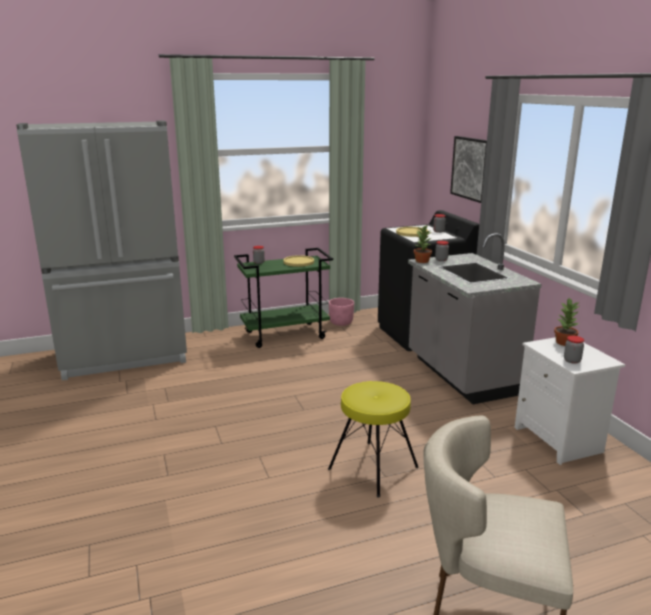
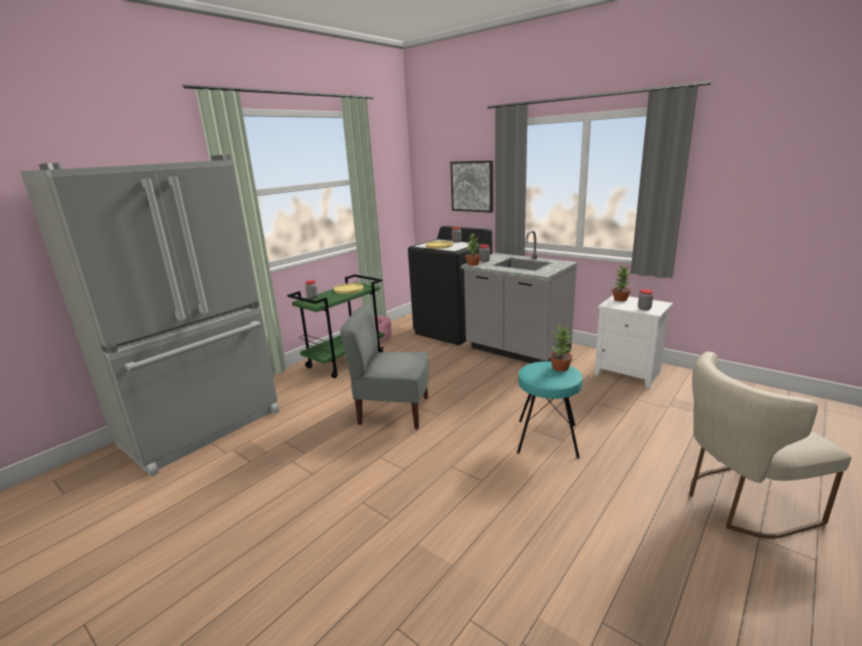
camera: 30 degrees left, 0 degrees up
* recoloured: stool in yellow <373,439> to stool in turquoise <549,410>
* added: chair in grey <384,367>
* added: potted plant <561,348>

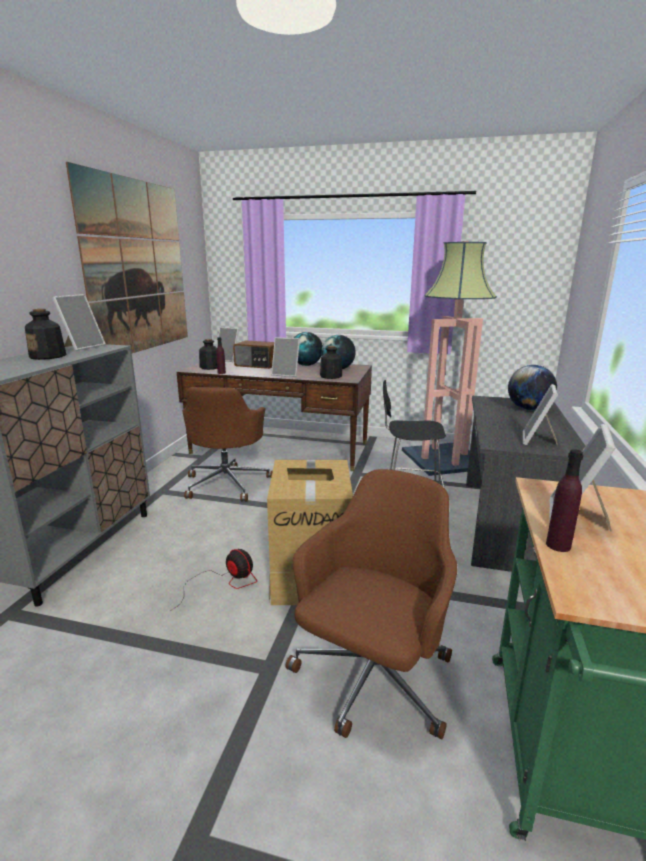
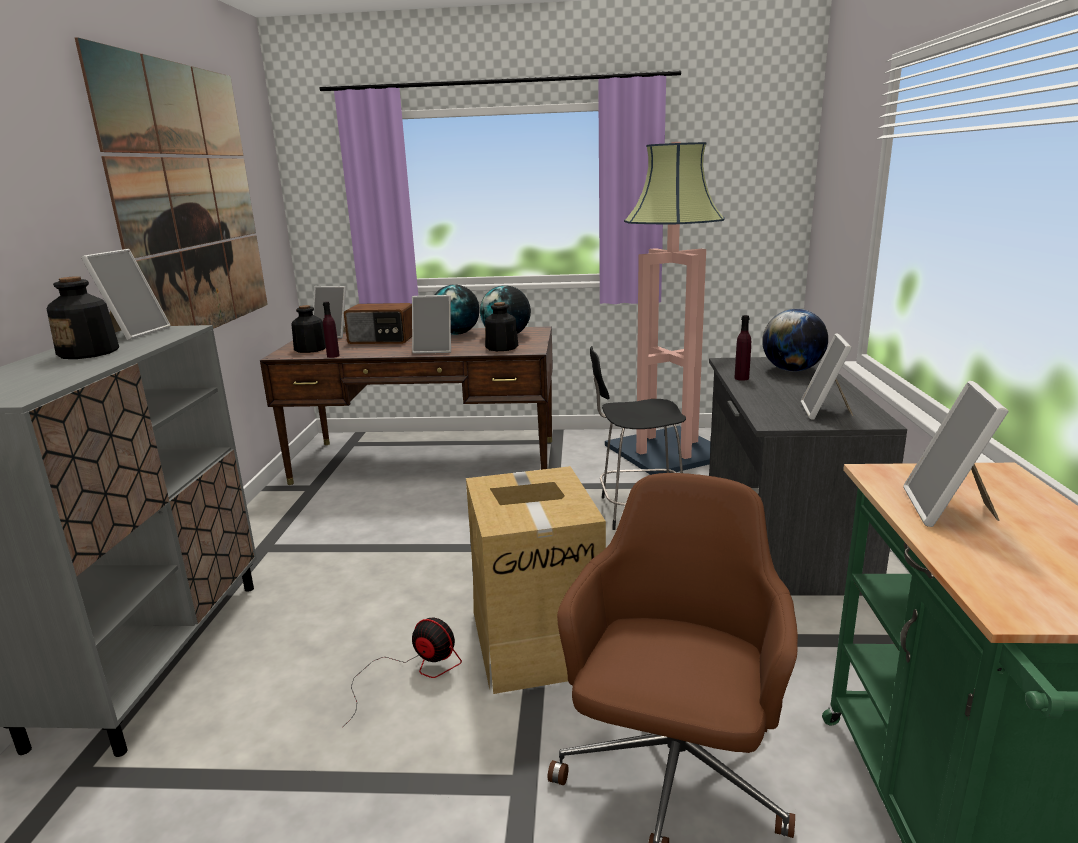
camera: 10 degrees left, 0 degrees up
* removed: office chair in brown <228,444>
* moved: bottle in purple <564,500> to <742,348>

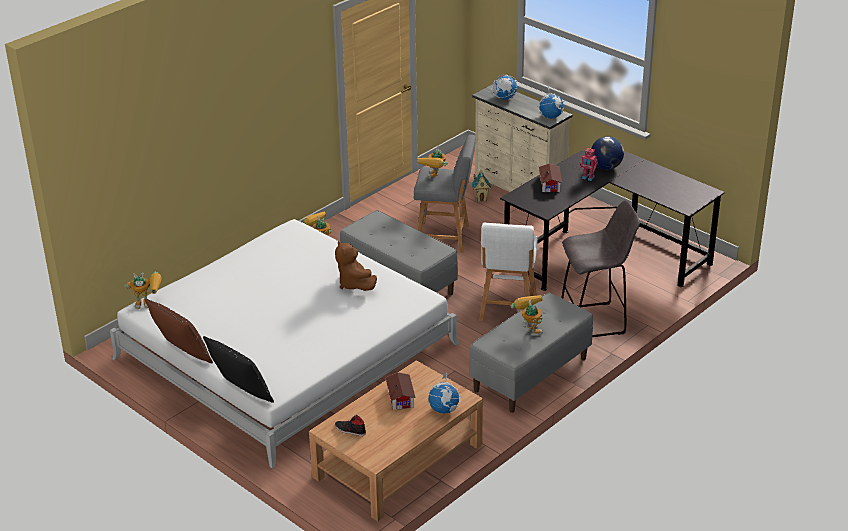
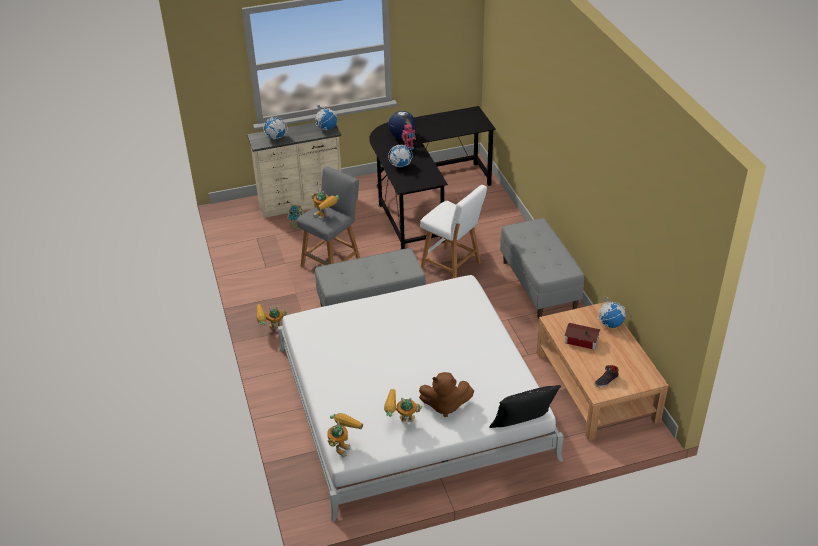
camera: 60 degrees left, 5 degrees up
* removed: pillow in brown <179,330>
* moved: plush toy in brown <356,265> to <446,394>
* moved: toy robot <527,314> to <403,405>
* replaced: toy house <550,177> to globe <400,156>
* removed: stool in grey <600,268>

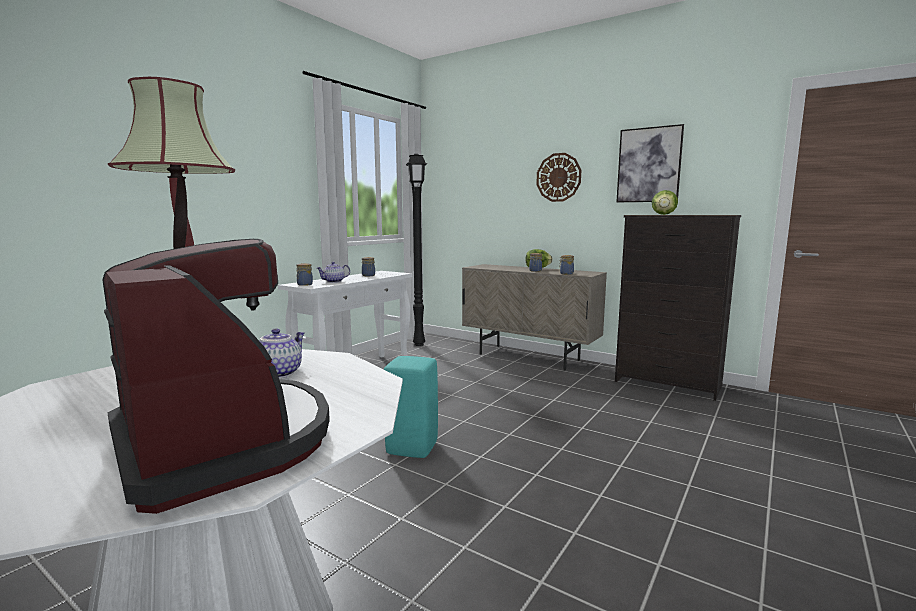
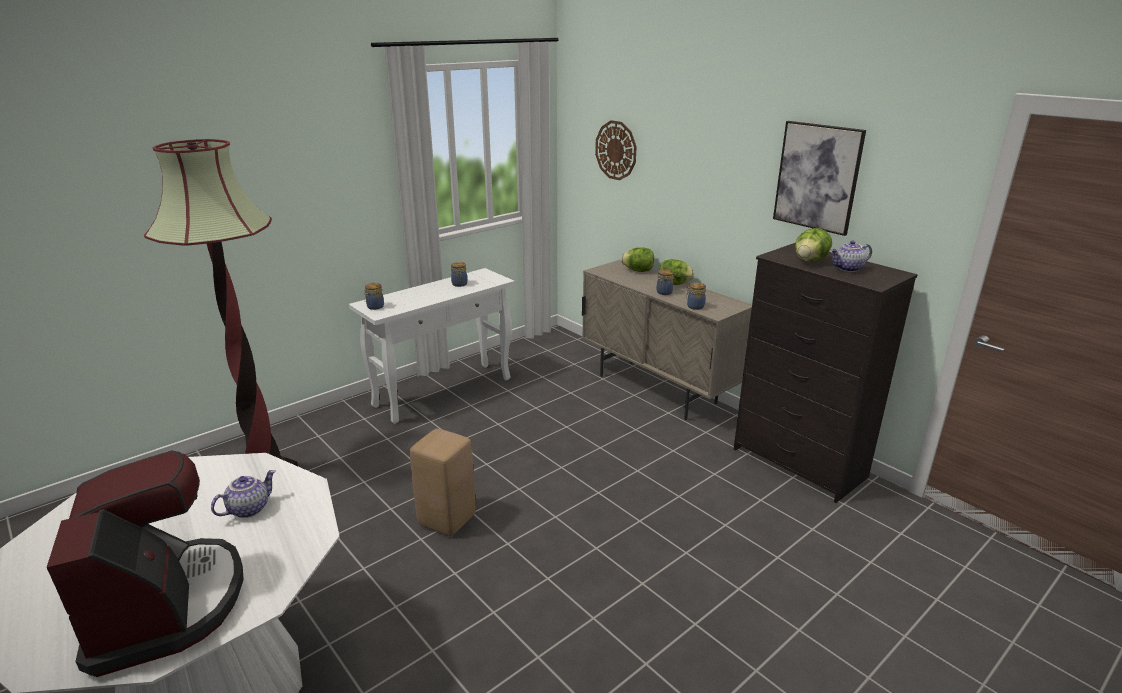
camera: 15 degrees right, 15 degrees up
* moved: teapot <333,272> to <851,256>
* recoloured: stool in turquoise <411,407> to stool in beige <443,482>
* removed: floor lamp in black <416,250>
* moved: wall clock <558,177> to <616,150>
* added: lettuce <637,259>

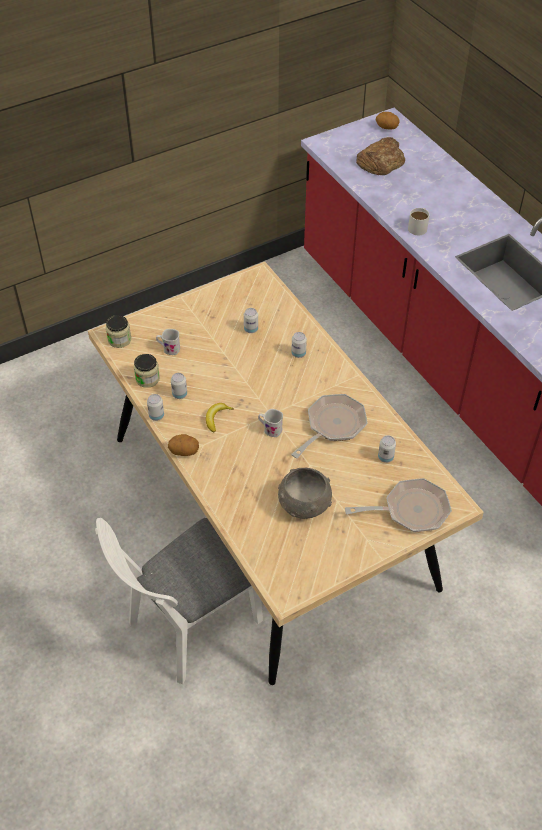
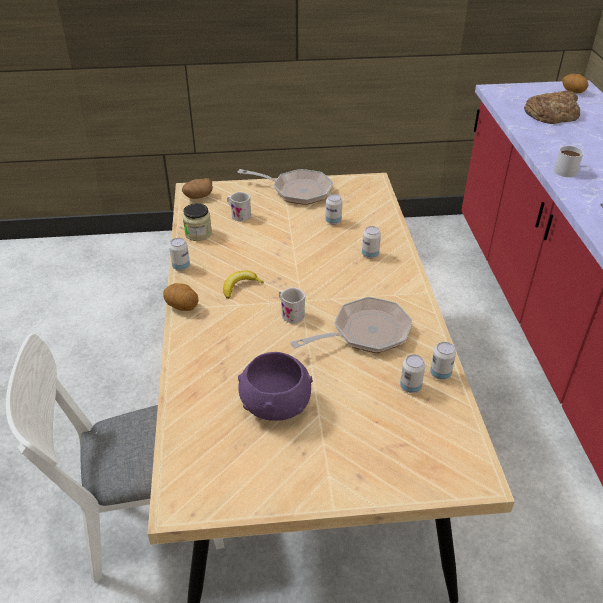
camera: 25 degrees right, 10 degrees down
* replaced: jar <118,331> to potato <197,188>
* moved: can <179,386> to <443,361>
* recoloured: bowl in grey <305,493> to bowl in purple <275,386>
* moved: frying pan <398,505> to <285,187>

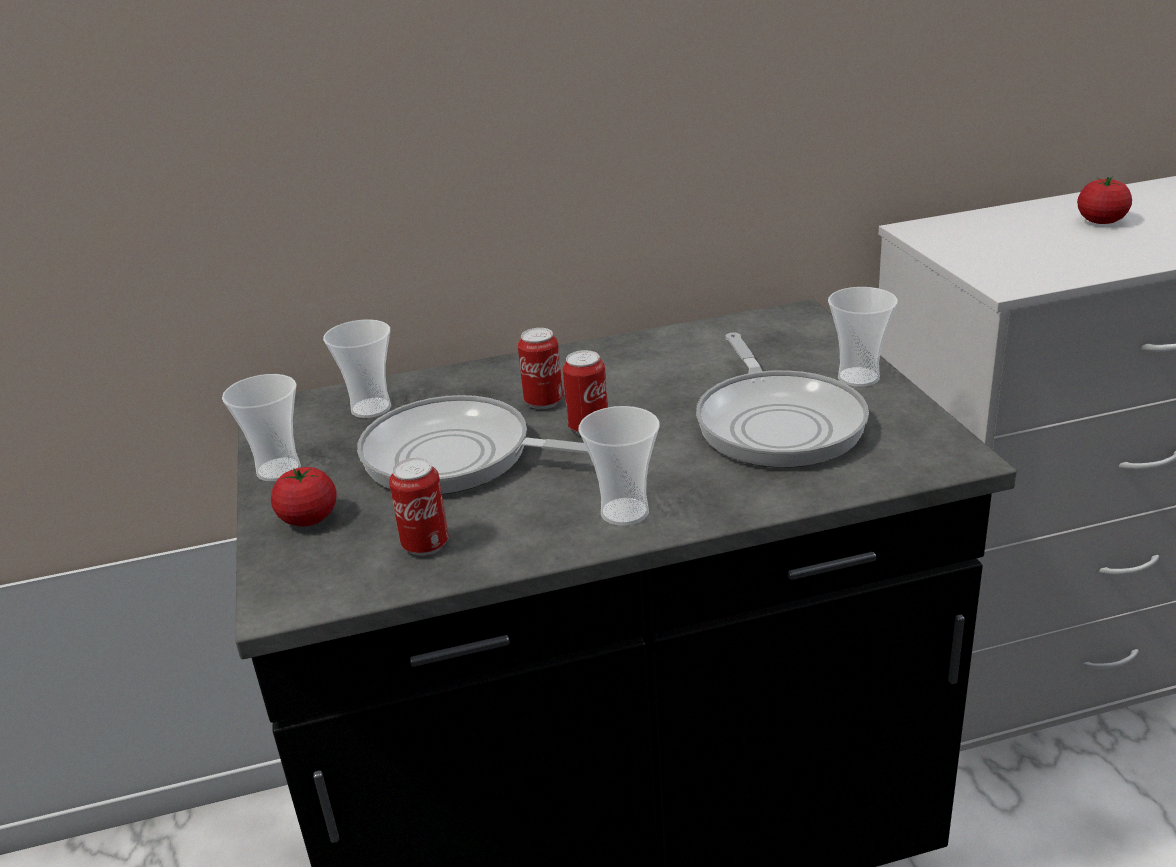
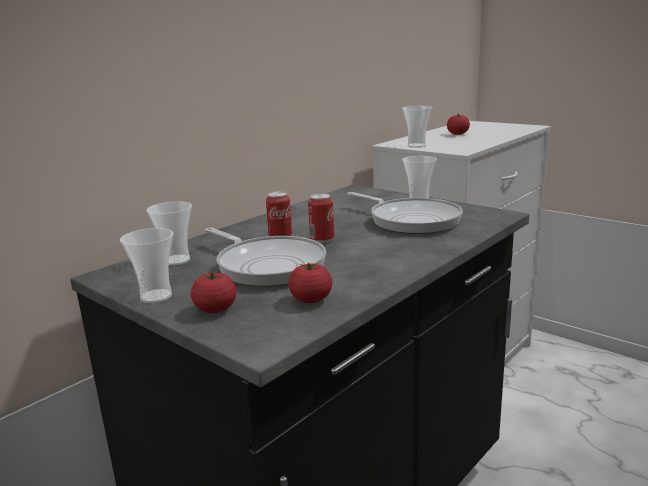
camera: 35 degrees left, 10 degrees down
* turned: frying pan <473,444> = <265,257> 120 degrees counterclockwise
* replaced: can <419,507> to tomato <310,283>
* moved: cup <619,466> to <417,127>

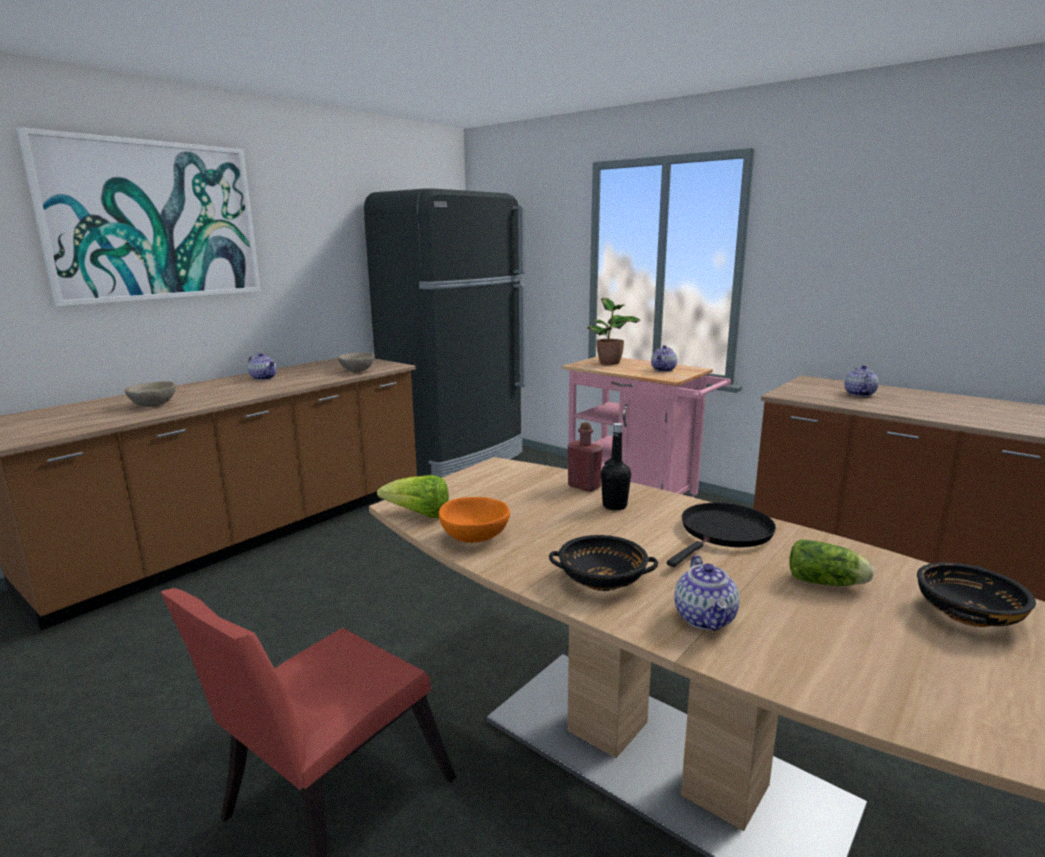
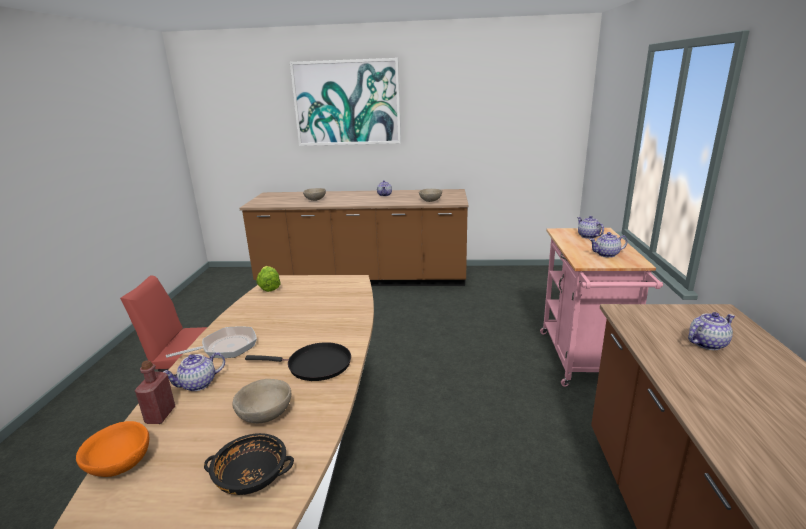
camera: 55 degrees right, 5 degrees up
* removed: fridge in black <445,332>
* moved: bowl in orange <474,520> to <112,449>
* replaced: bowl in black <603,563> to frying pan <211,342>
* moved: bottle in red <585,457> to <155,392>
* replaced: potted plant <613,331> to teapot <590,227>
* removed: bottle in black <616,466>
* replaced: lettuce <831,562> to bowl in beige <261,401>

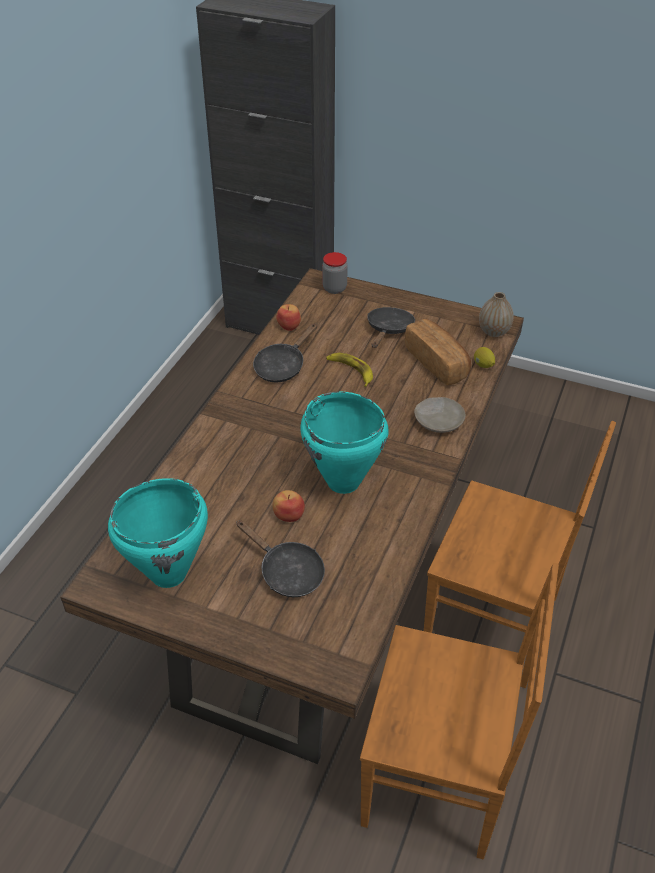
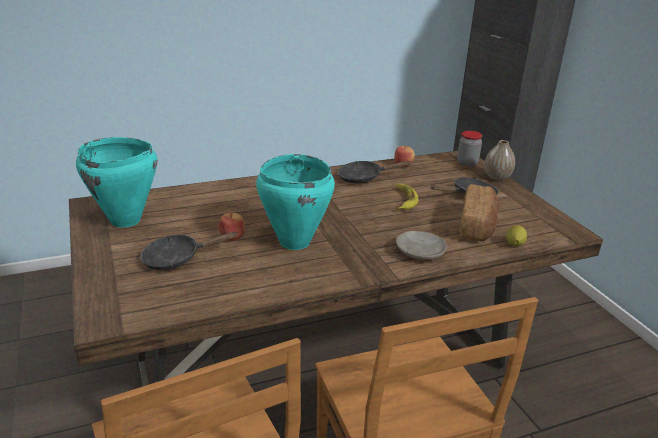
camera: 45 degrees right, 15 degrees down
* turned: frying pan in black <280,558> = <189,251> 75 degrees clockwise
* moved: vase <496,314> to <500,160>

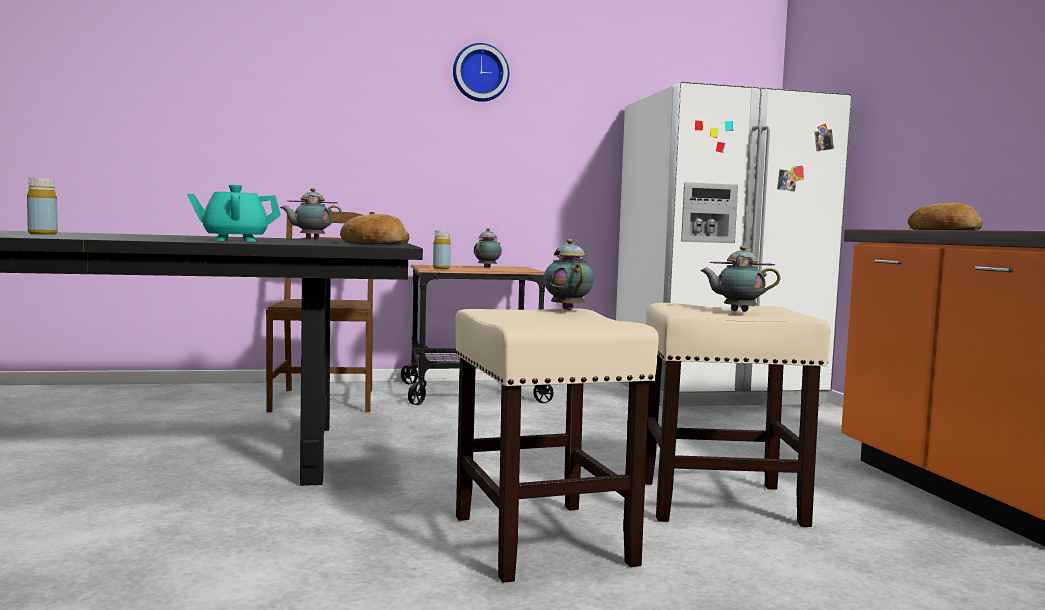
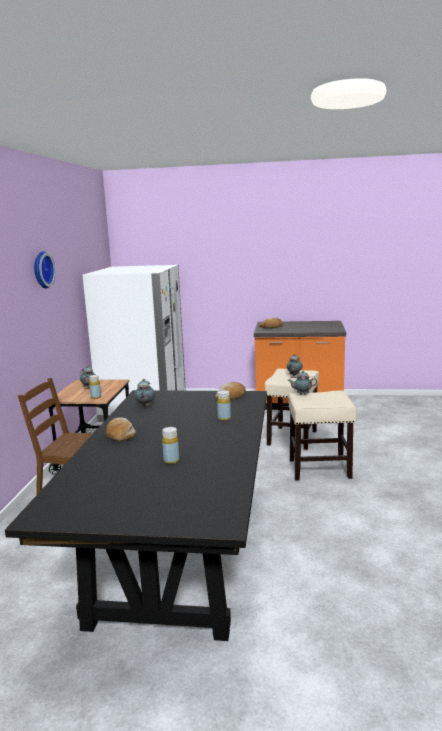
camera: 70 degrees left, 10 degrees up
* replaced: teapot in turquoise <234,213> to bottle in yellow <224,405>
* added: bread <121,429>

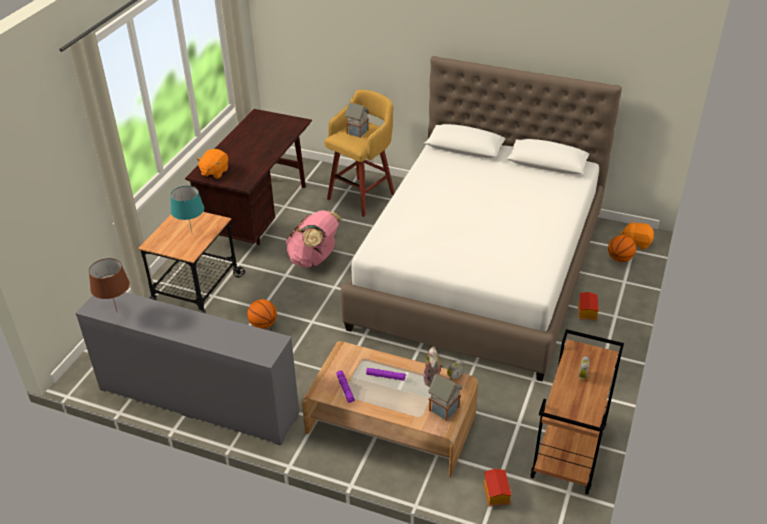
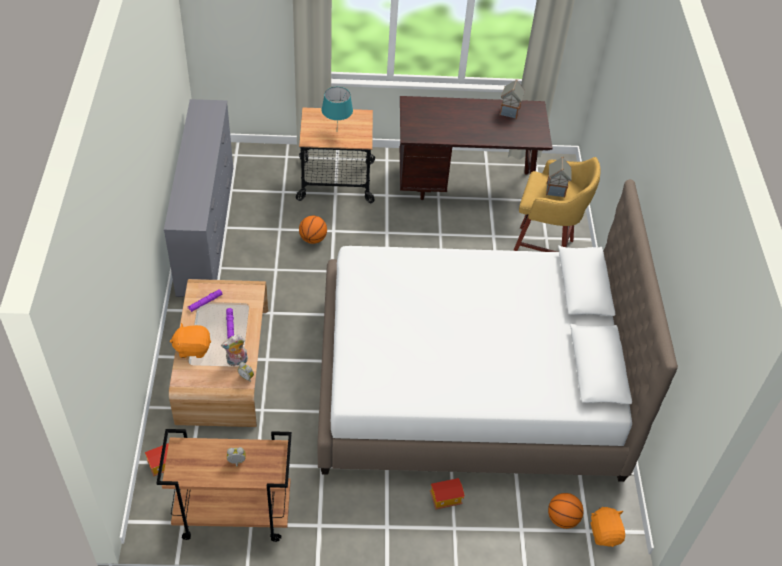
camera: 65 degrees right, 10 degrees up
* removed: table lamp in brown <109,284>
* moved: plush toy in orange <212,164> to <190,340>
* removed: backpack in pink <313,239>
* moved: toy house <445,397> to <512,99>

